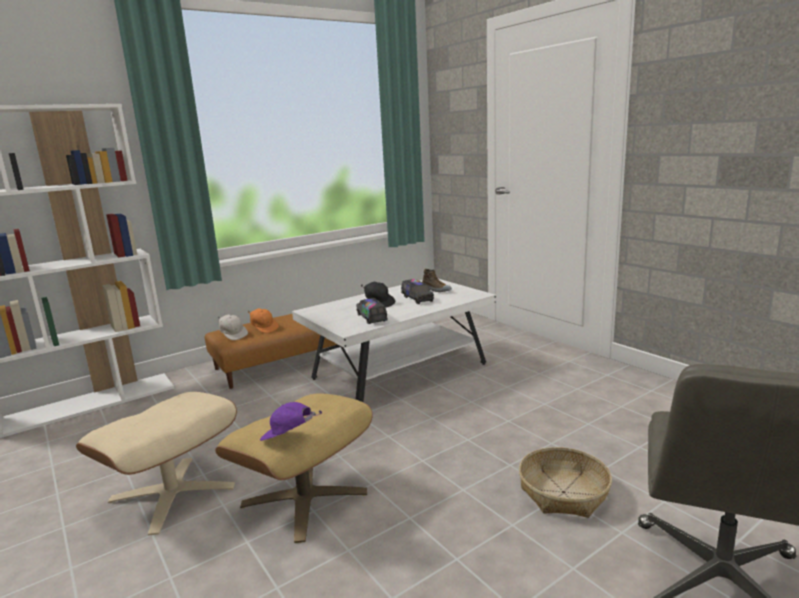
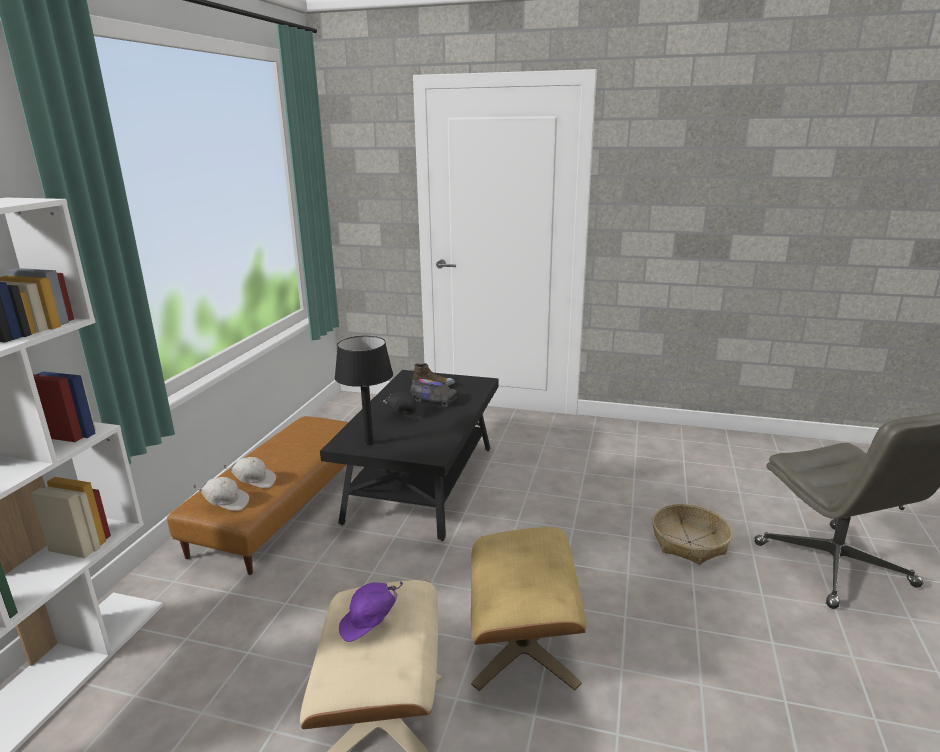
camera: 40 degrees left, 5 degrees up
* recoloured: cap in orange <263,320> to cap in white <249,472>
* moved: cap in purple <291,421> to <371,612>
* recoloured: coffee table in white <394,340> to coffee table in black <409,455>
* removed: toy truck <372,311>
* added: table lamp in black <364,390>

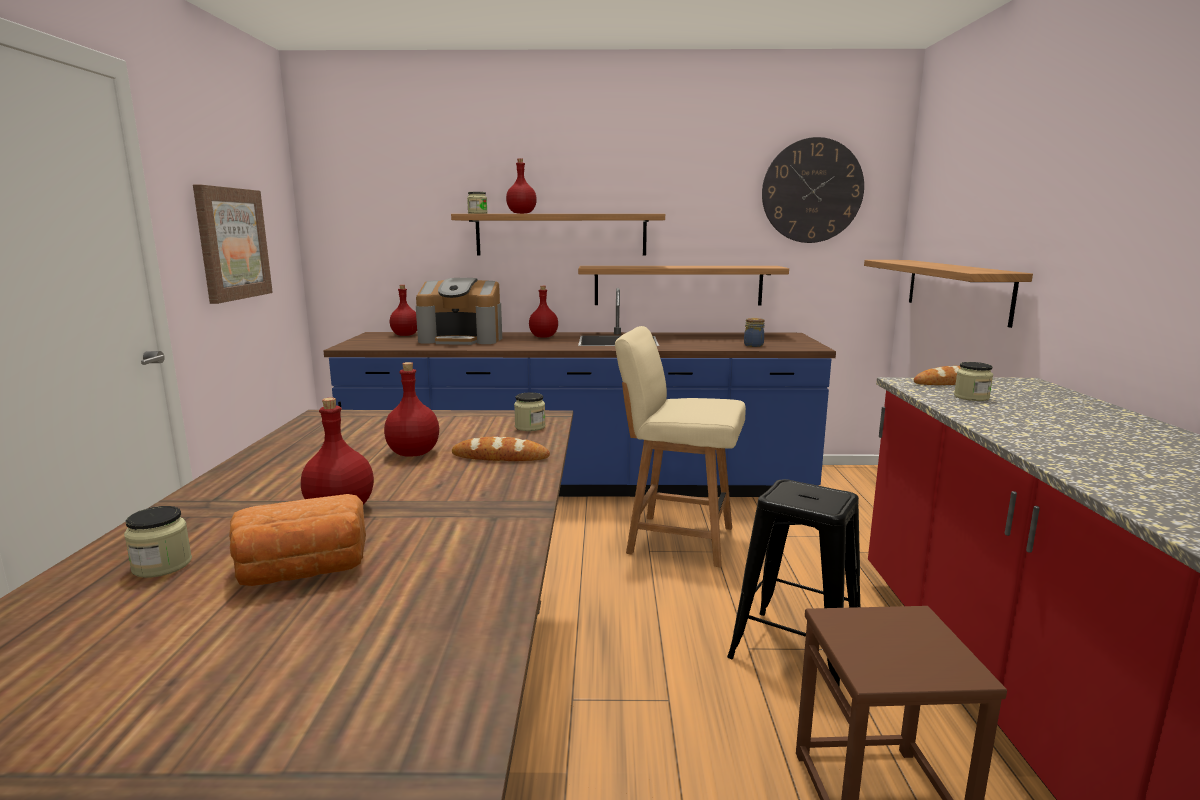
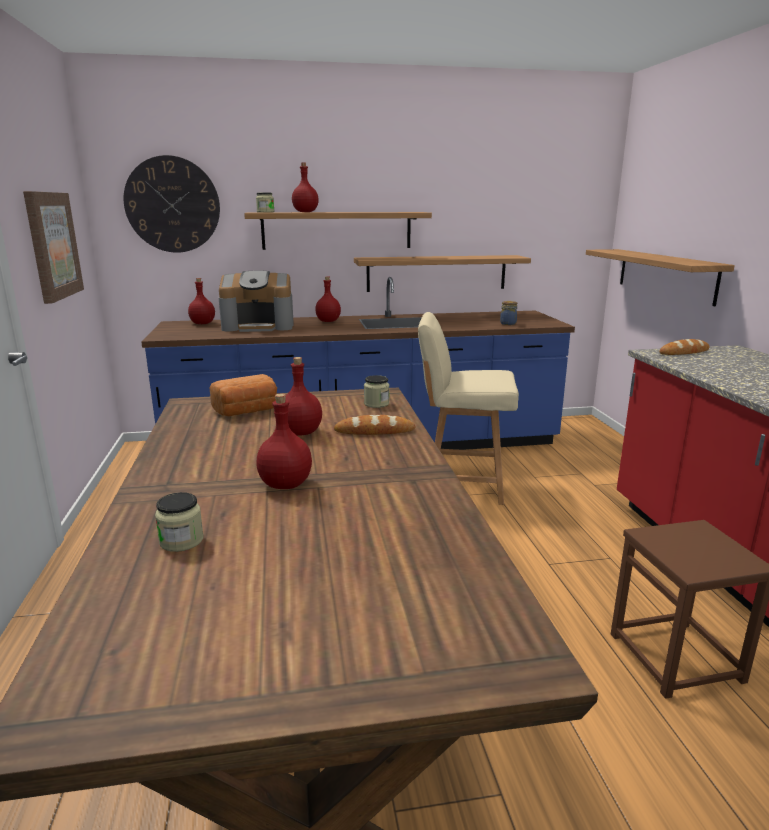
camera: 10 degrees left, 5 degrees up
* moved: bread <297,540> to <243,395>
* removed: stool in black <793,583>
* moved: wall clock <813,190> to <171,204>
* removed: jar <973,381>

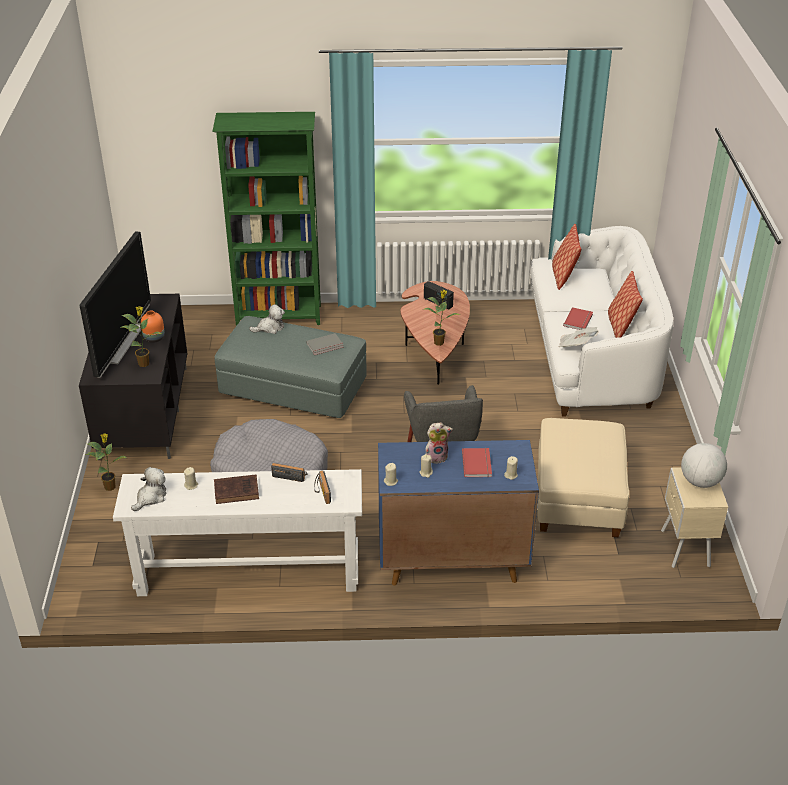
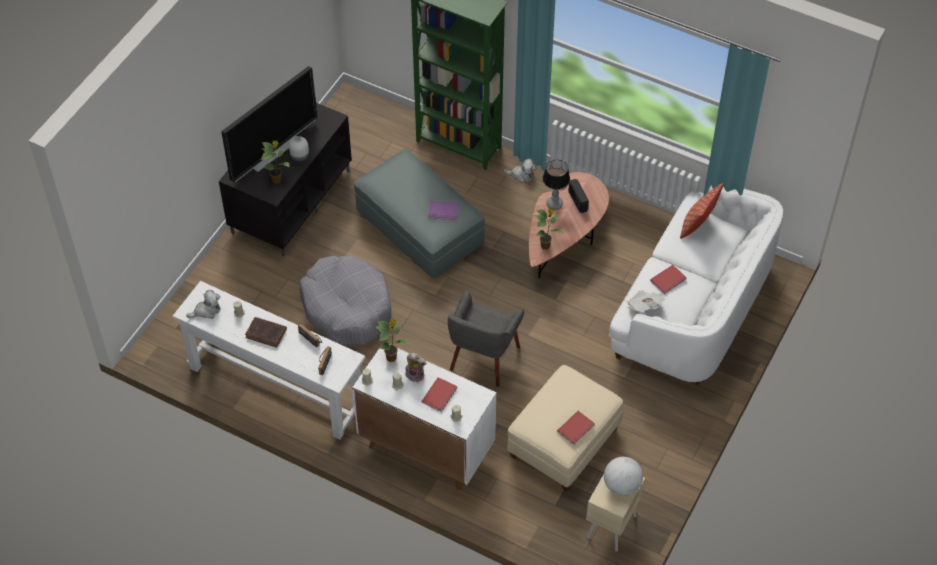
camera: 30 degrees right, 15 degrees up
* moved: potted plant <106,462> to <392,340>
* recoloured: vase in orange <153,326> to vase in white <299,149>
* moved: plush toy <267,319> to <520,170>
* recoloured: book in grey <325,344> to book in purple <443,210>
* recoloured: cabinet in blue <458,513> to cabinet in white <424,416>
* removed: pillow <625,304>
* added: table lamp <556,184>
* added: book in red <576,428>

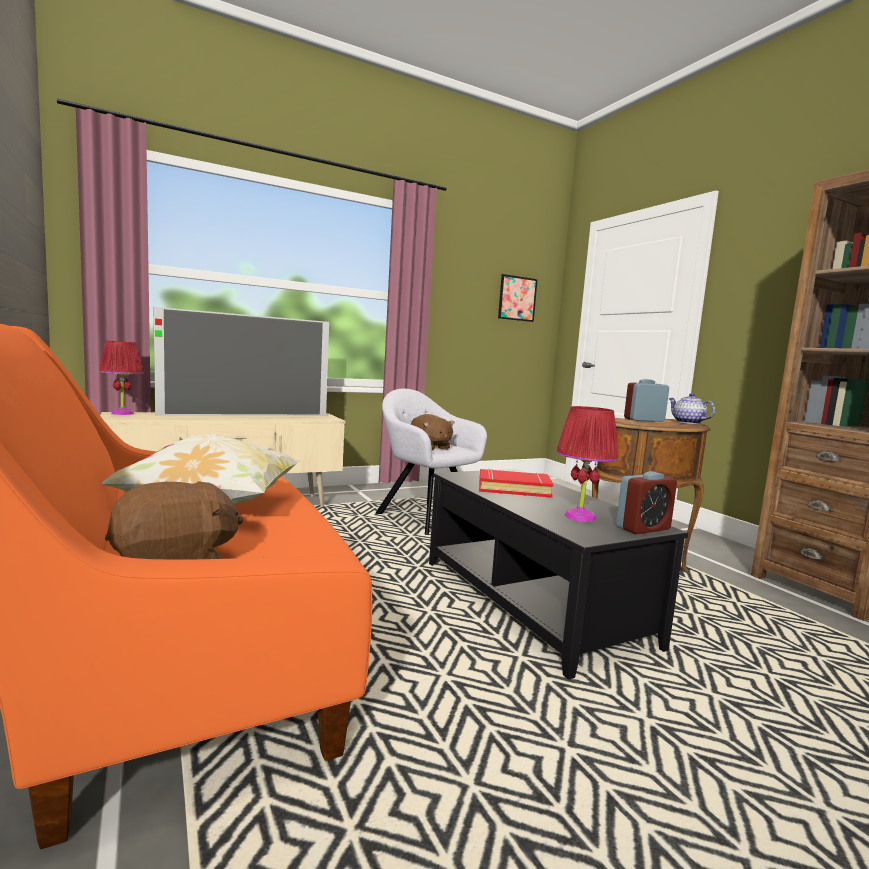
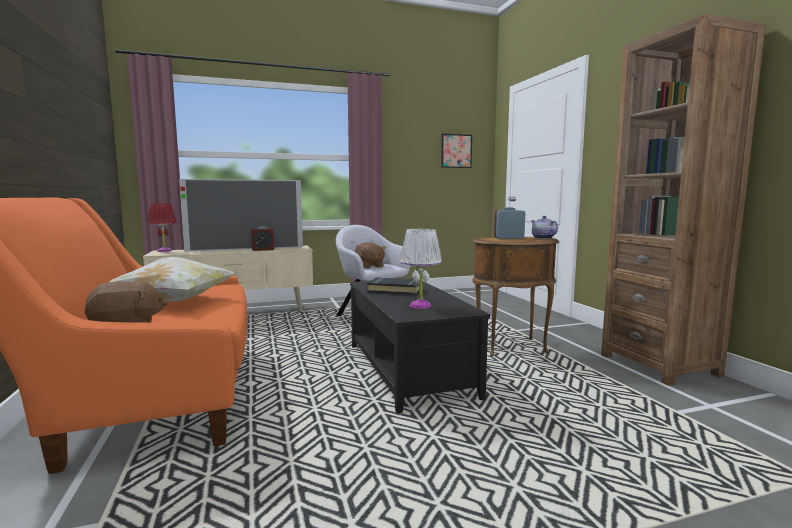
camera: 10 degrees right, 0 degrees up
* recoloured: book in red <516,483> to book in black <395,286>
* recoloured: table lamp in red <587,464> to table lamp in white <421,269>
* moved: alarm clock <646,502> to <262,238>

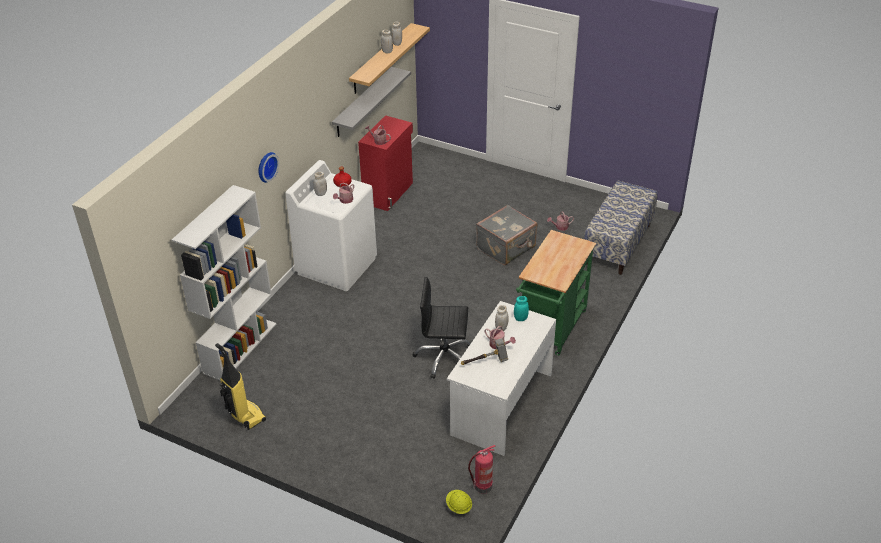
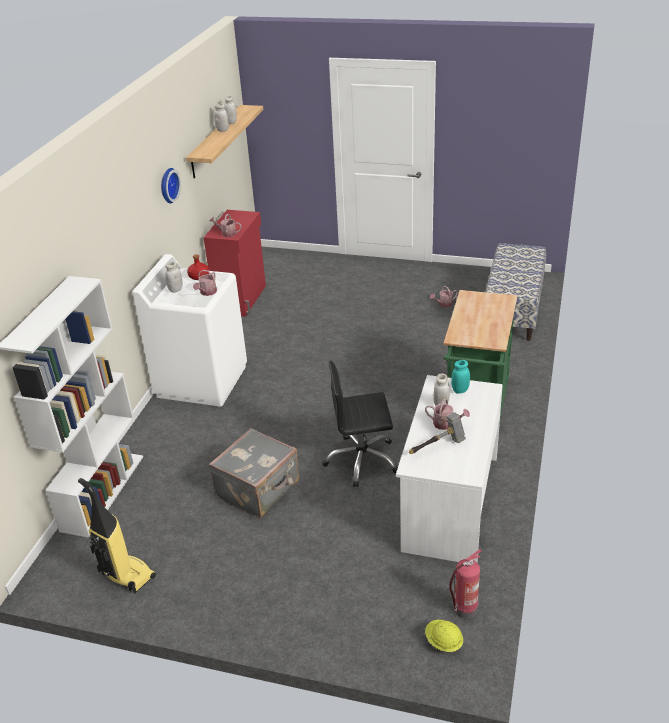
camera: 10 degrees left, 5 degrees down
* moved: wall clock <269,167> to <171,186>
* removed: shelf in grey <371,102>
* moved: suitcase in grey <506,235> to <254,473>

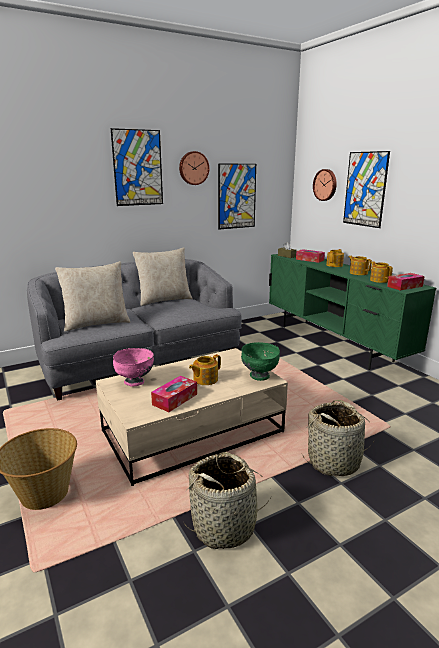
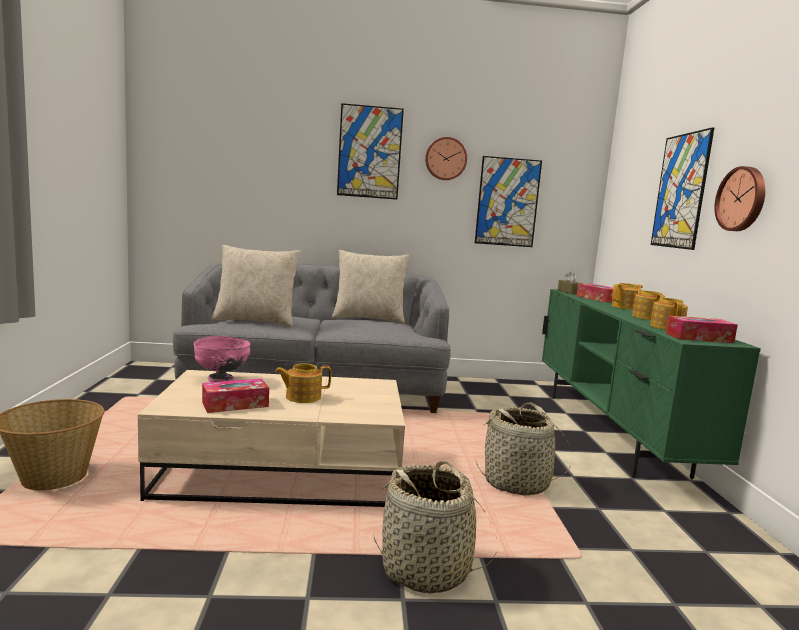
camera: 25 degrees right, 10 degrees down
* moved: basket <227,500> to <524,449>
* removed: bowl in green <260,361>
* moved: wall clock <325,185> to <740,198>

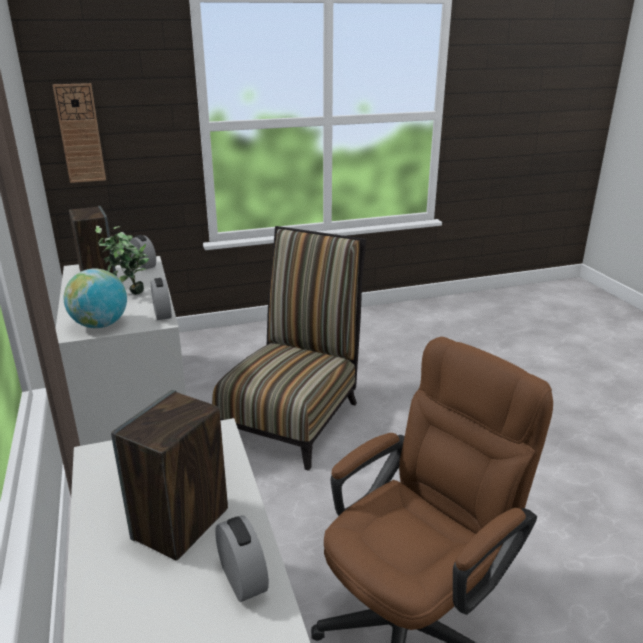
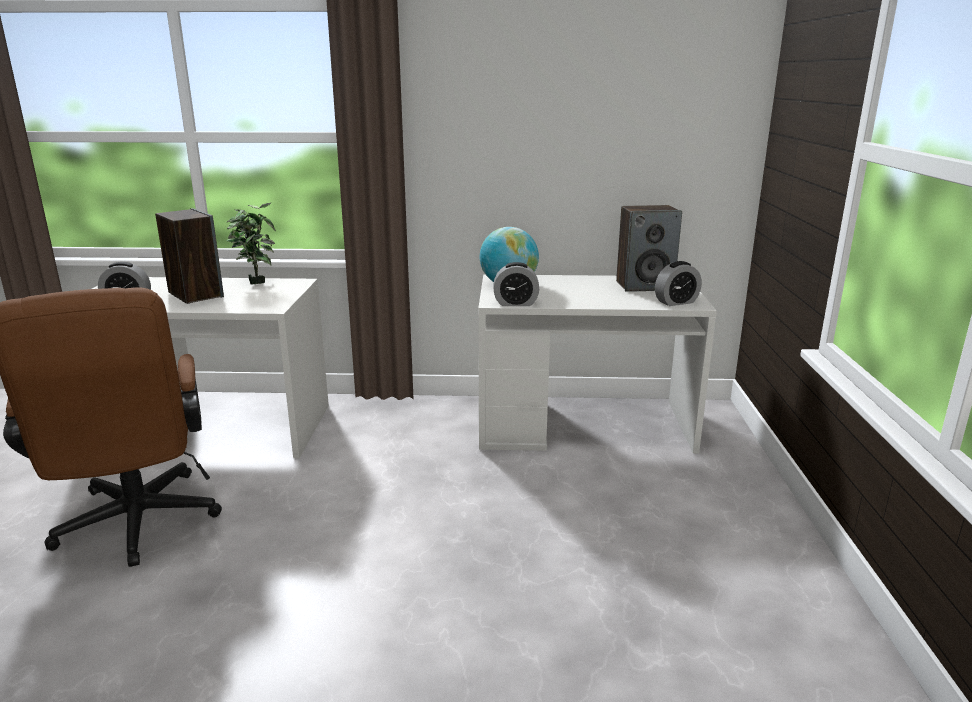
camera: 110 degrees right, 5 degrees down
* removed: wall clock <79,133>
* moved: potted plant <122,260> to <251,244>
* removed: chair <289,348>

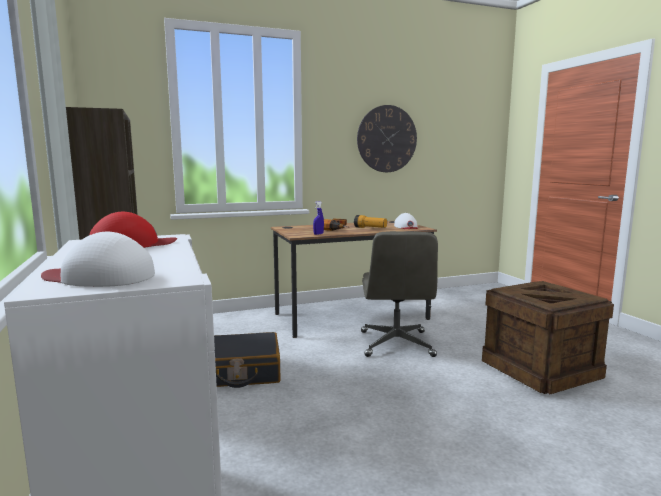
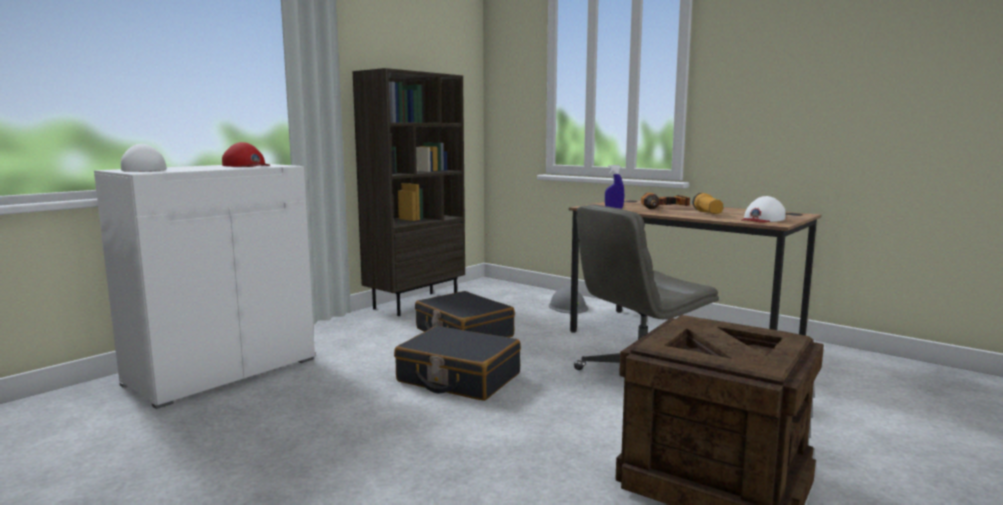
camera: 60 degrees right, 0 degrees up
* removed: wall clock <387,138>
* added: suitcase in black <457,363>
* added: hard hat in grey <568,300>

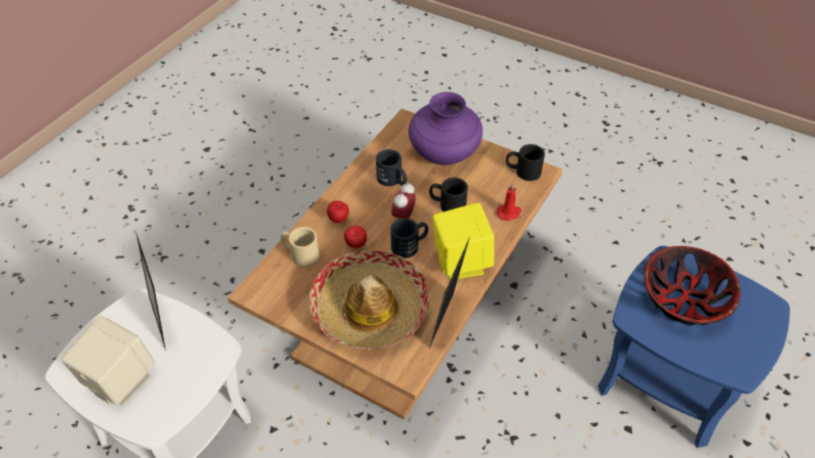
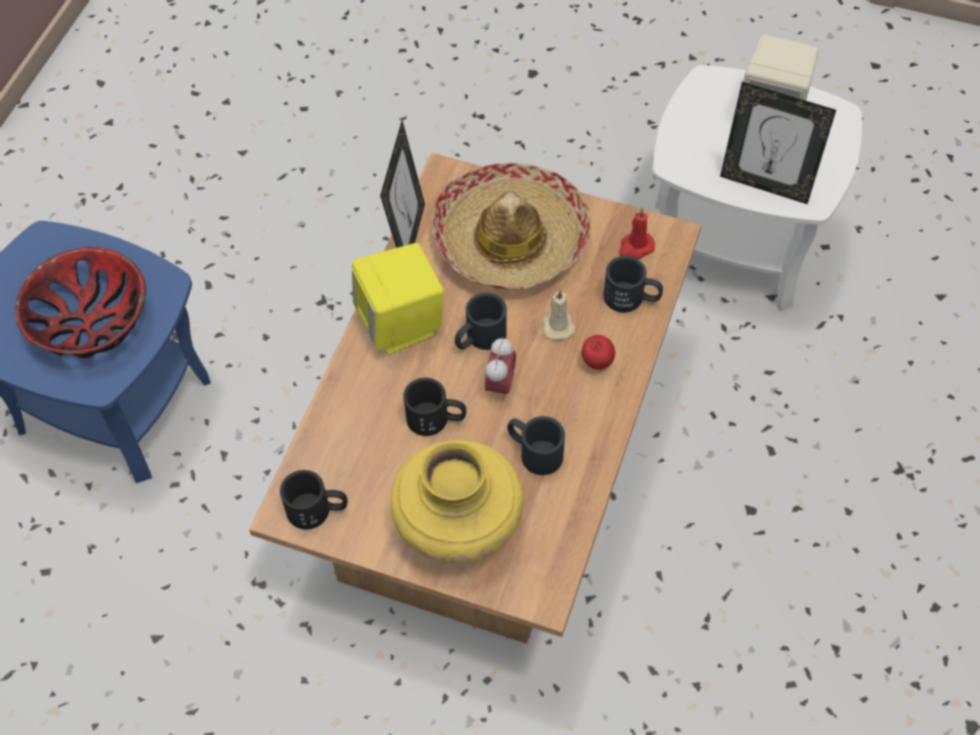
camera: 170 degrees right, 10 degrees up
* turned: picture frame <151,291> = <778,143> 150 degrees clockwise
* recoloured: mug in beige <299,247> to mug in black <633,284>
* replaced: apple <355,237> to candle in beige <559,315>
* recoloured: vase in purple <445,128> to vase in yellow <457,502>
* moved: candle in red <508,202> to <637,233>

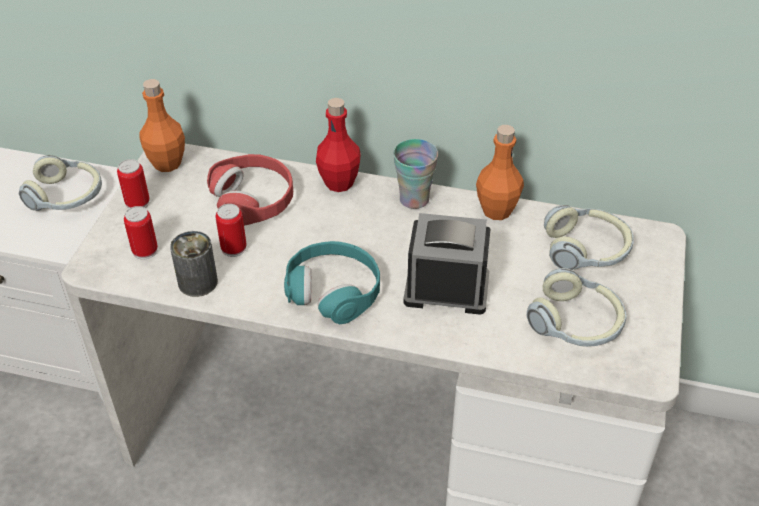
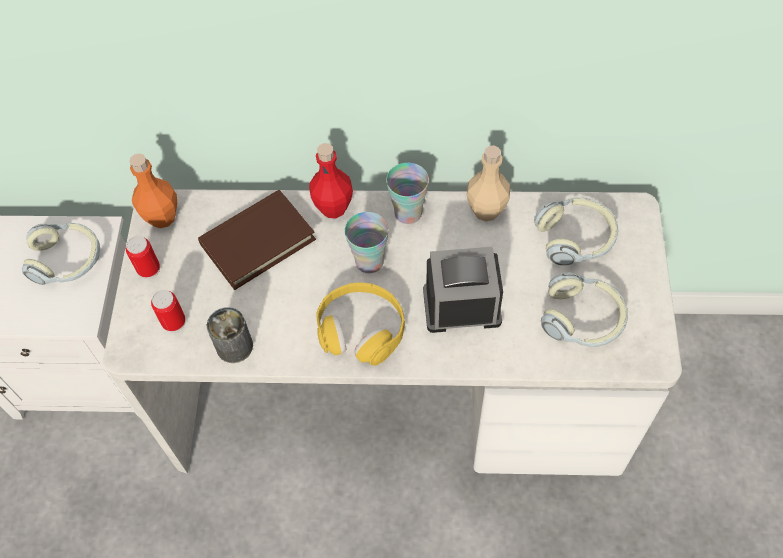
camera: 10 degrees left, 15 degrees up
* replaced: headphones in red <250,190> to book in brown <257,240>
* removed: can <231,230>
* recoloured: headphones in turquoise <332,282> to headphones in yellow <360,324>
* recoloured: bottle in orange <500,172> to bottle in beige <488,183>
* added: cup <367,242>

